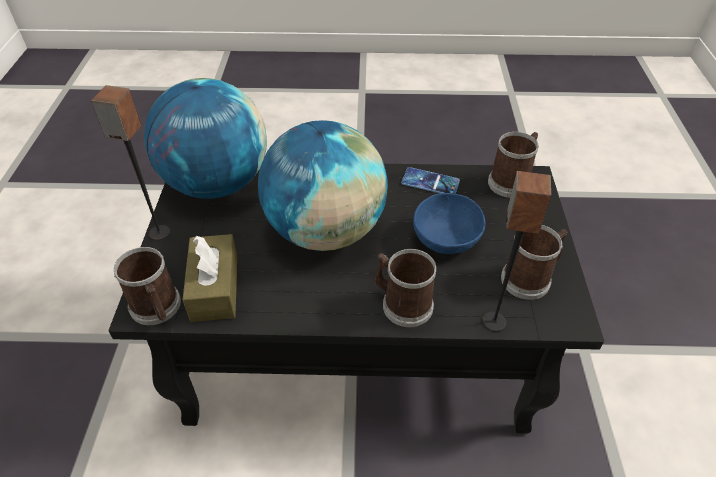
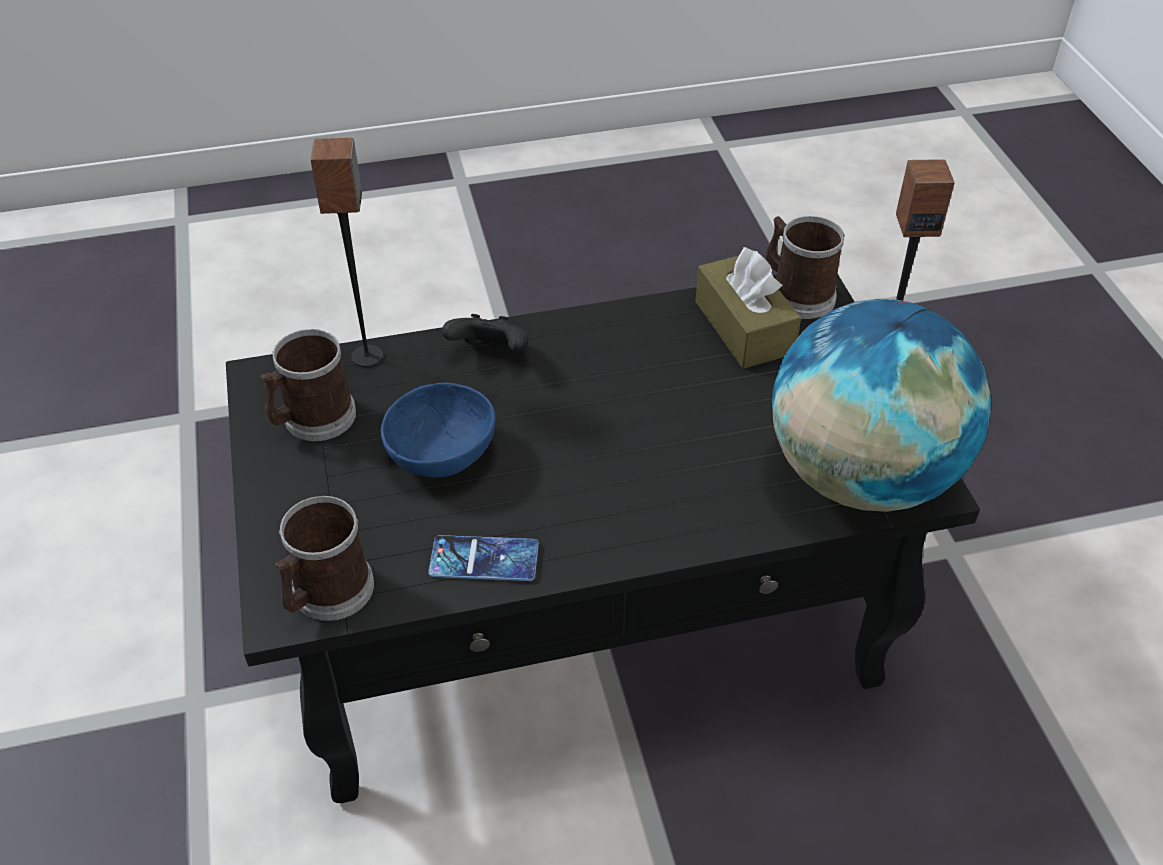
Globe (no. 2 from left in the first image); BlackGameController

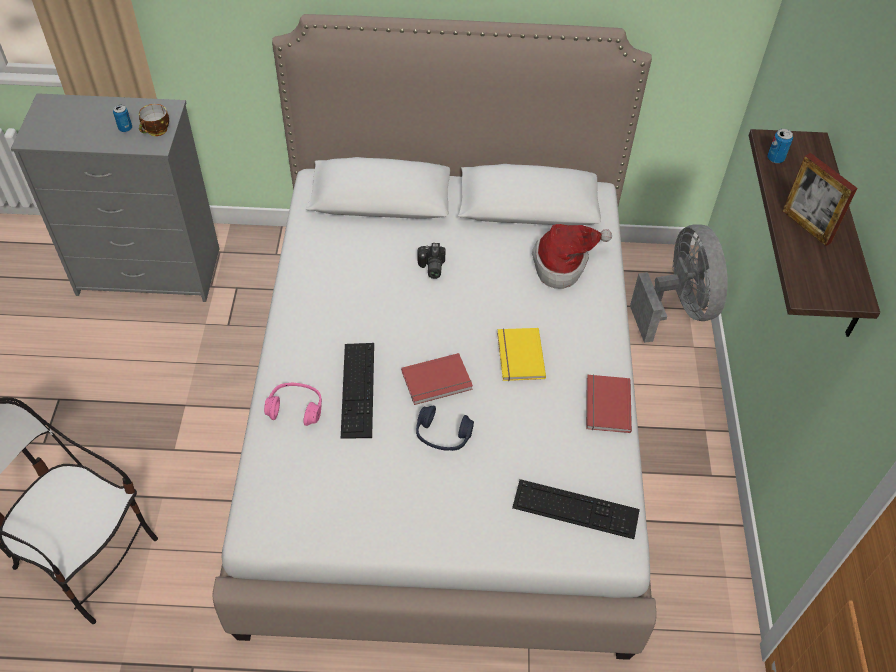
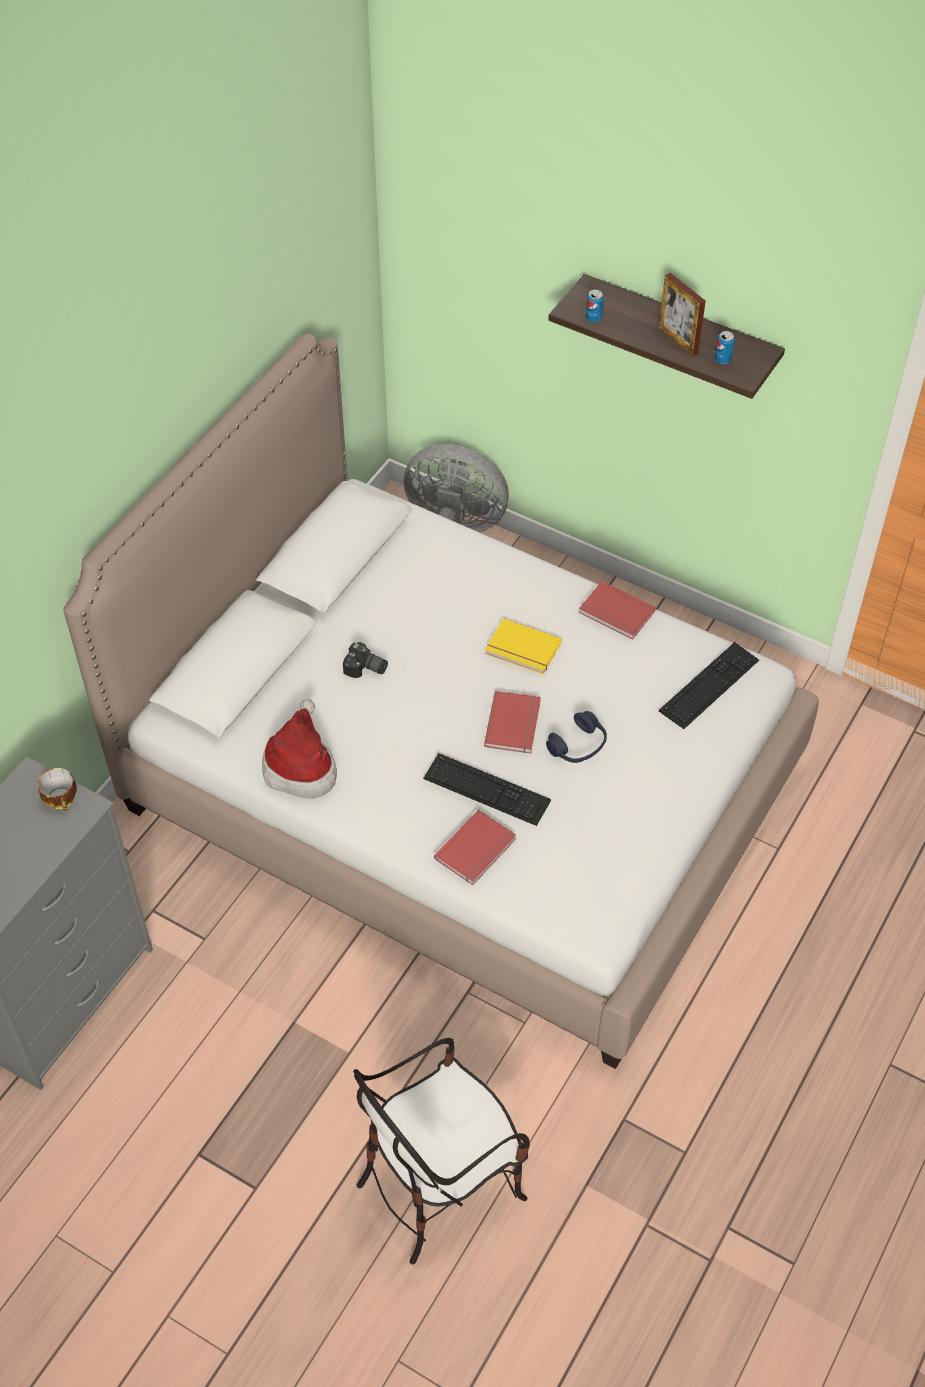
Can (no. 2 from left); PictureFrame; Hat; RedBook (no. 1 from left)

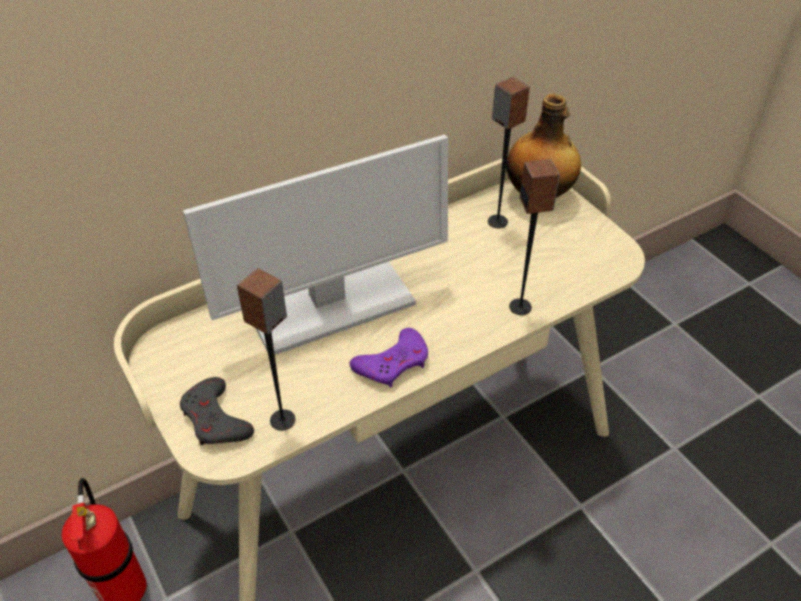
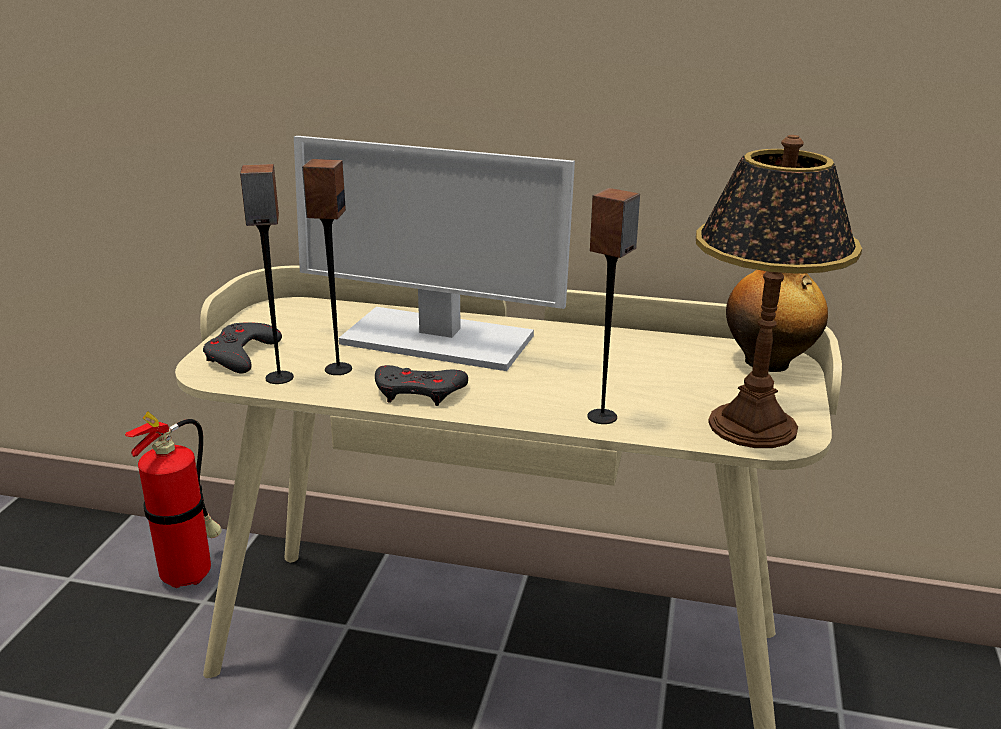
Speaker (no. 2 from left); GreyGameController (no. 2 from left); TableLamp

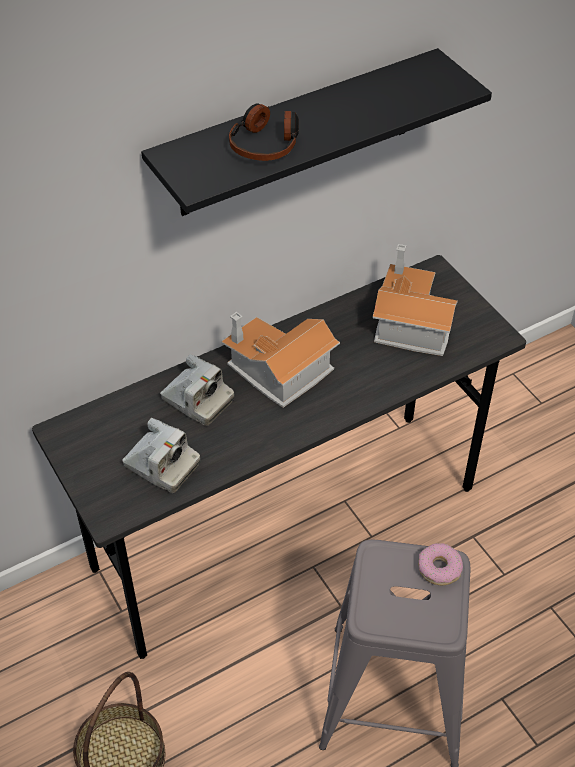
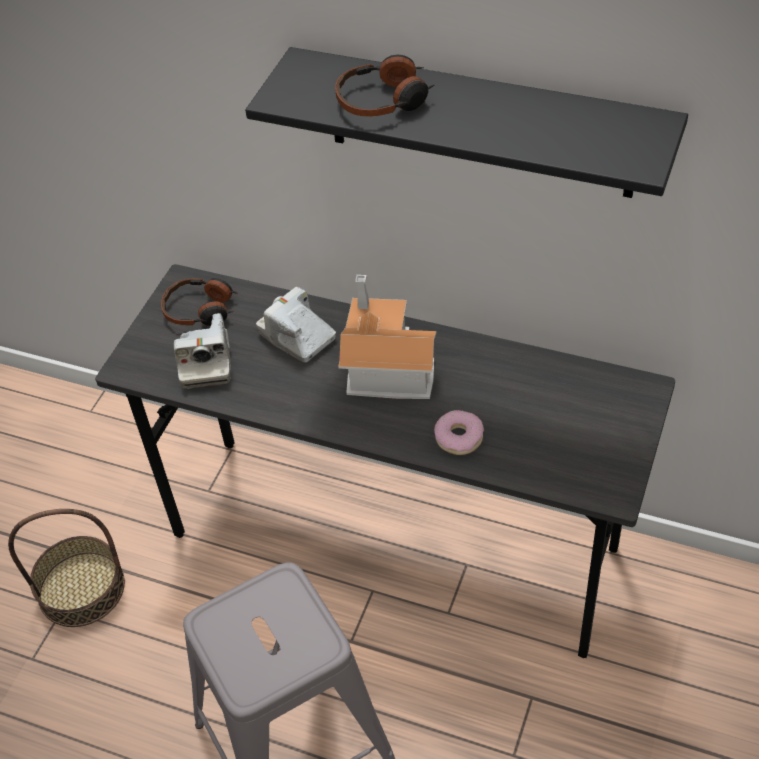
ToyHouse (no. 2 from left in the first image); PhotoCamera (no. 2 from left); Donut; Headphones (no. 1 from left)

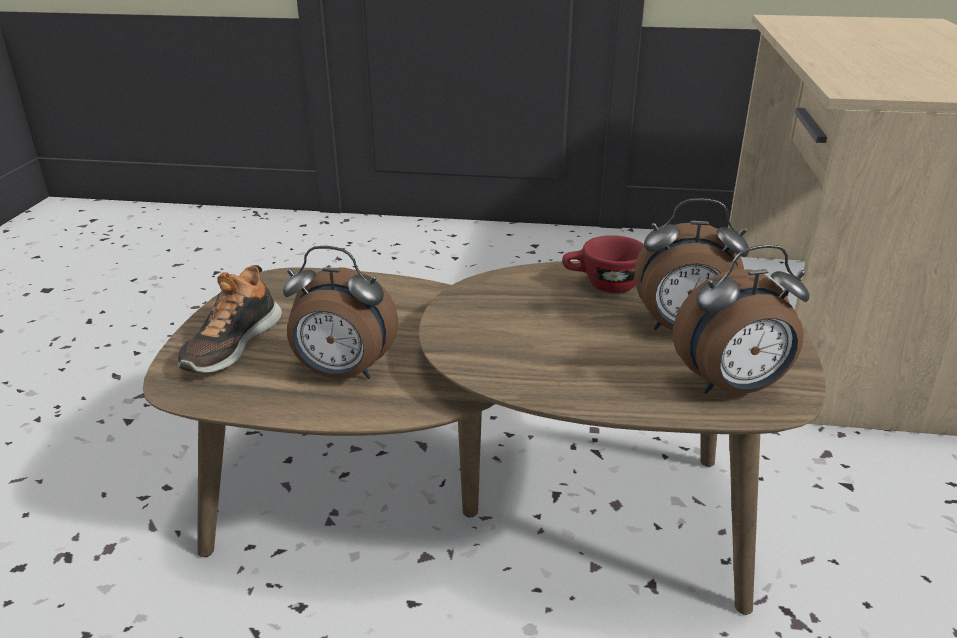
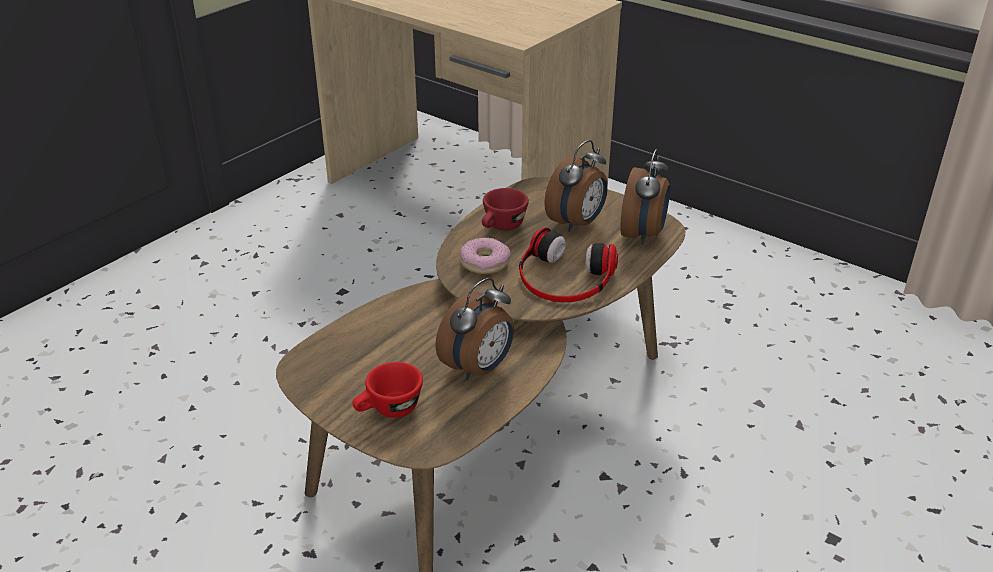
RedCup (no. 1 from left); Headphones; Donut

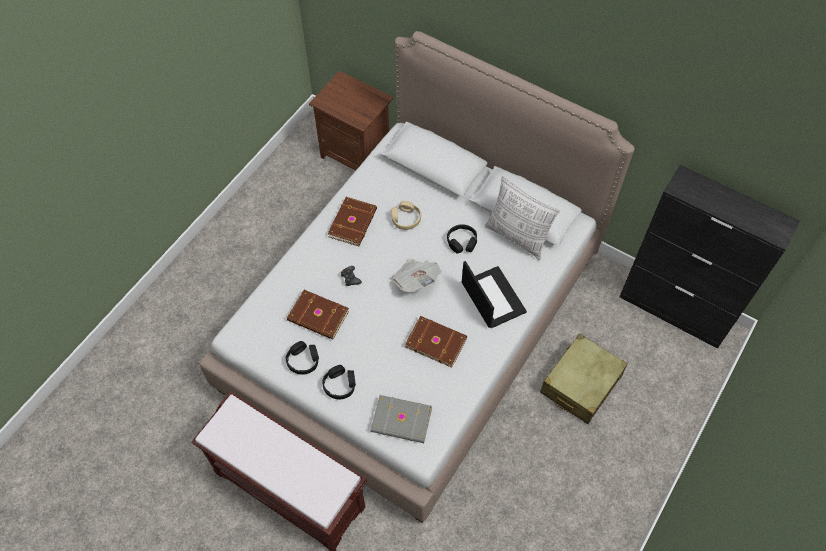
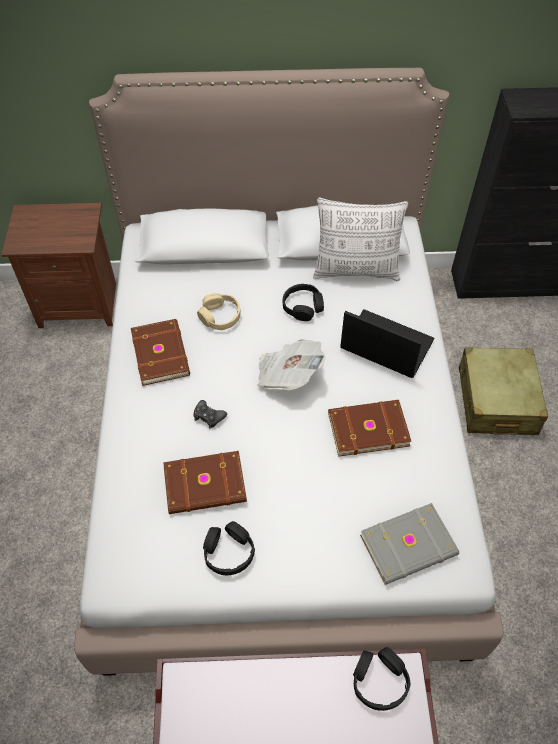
BlackHeadphones (no. 3 from left)

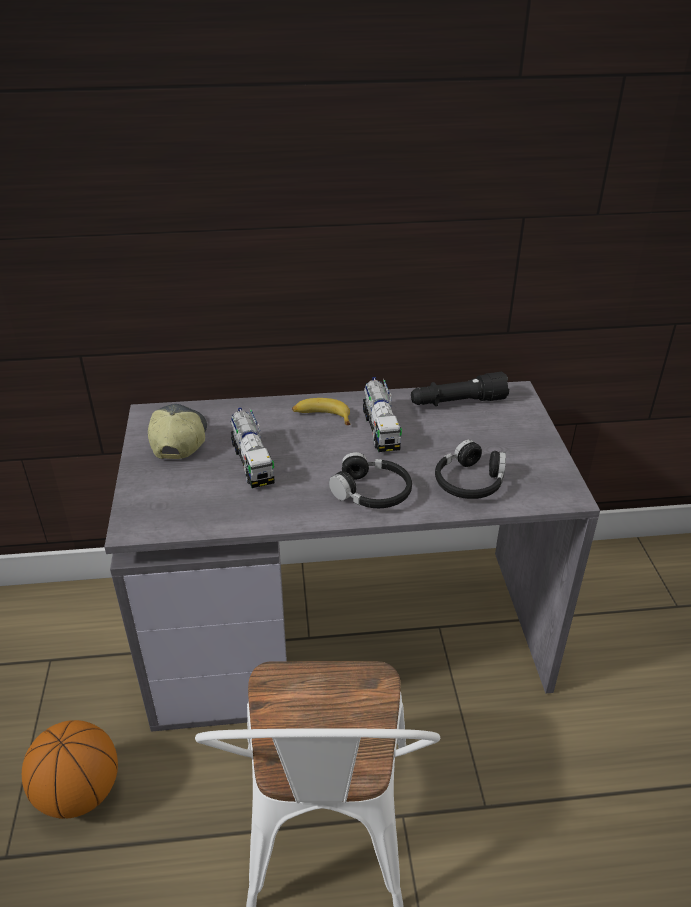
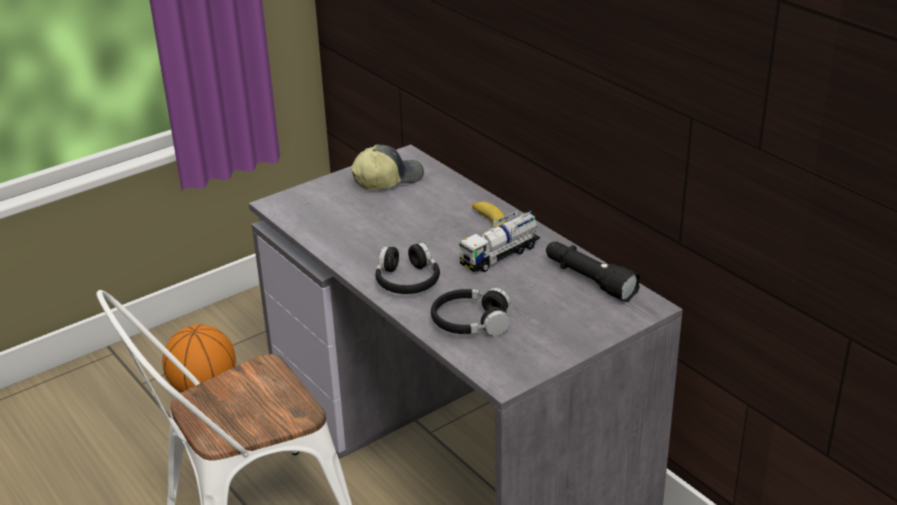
ToyTruck (no. 1 from left in the first image)

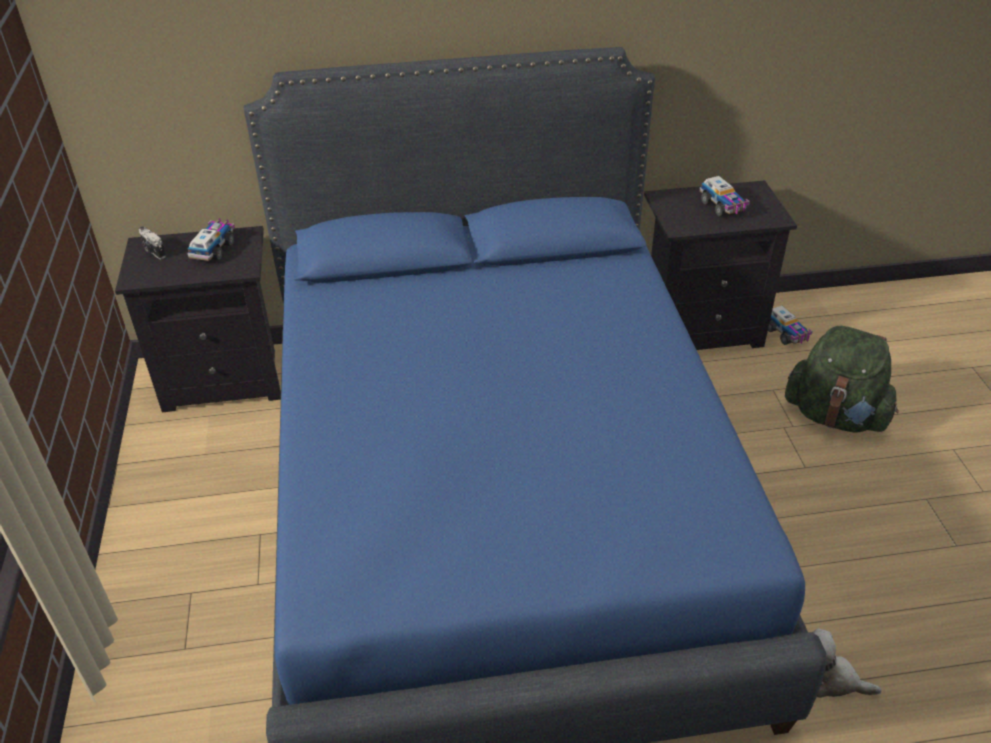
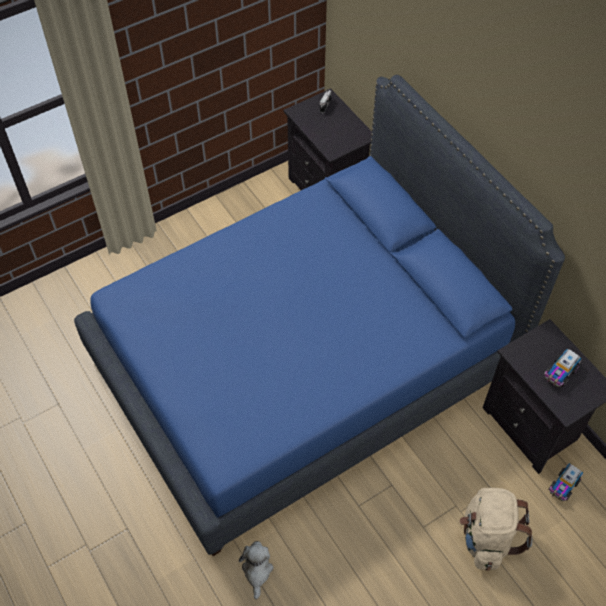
ToyTruck (no. 1 from left in the first image); BeigeBackpack

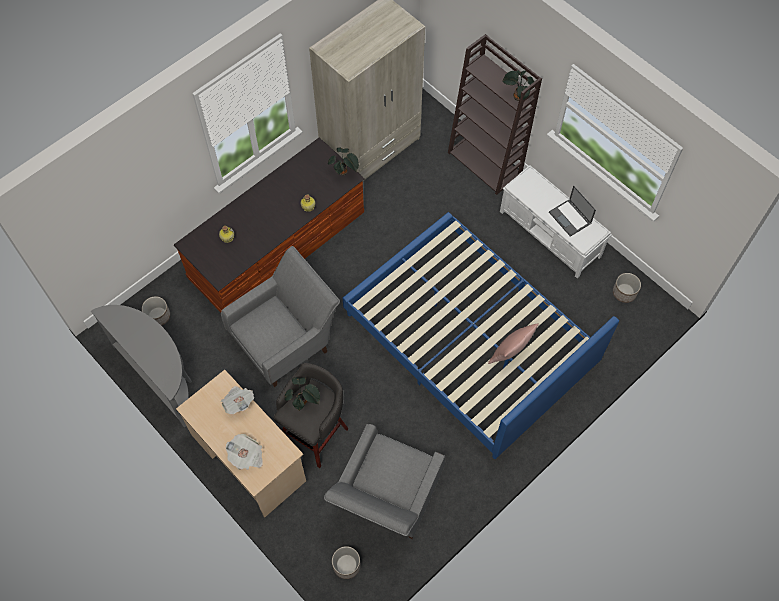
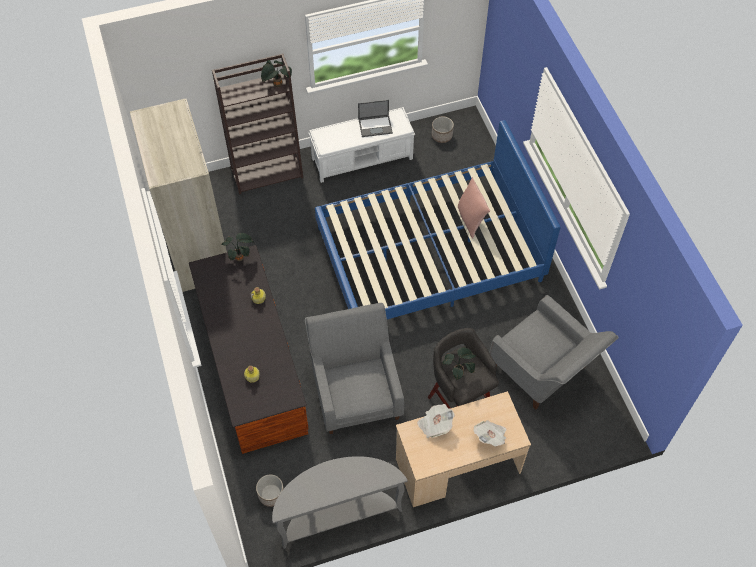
Planter (no. 2 from left in the first image)

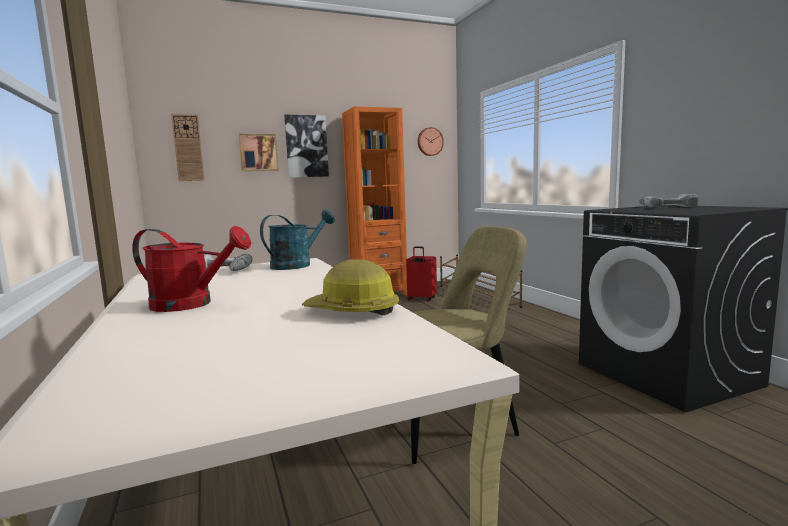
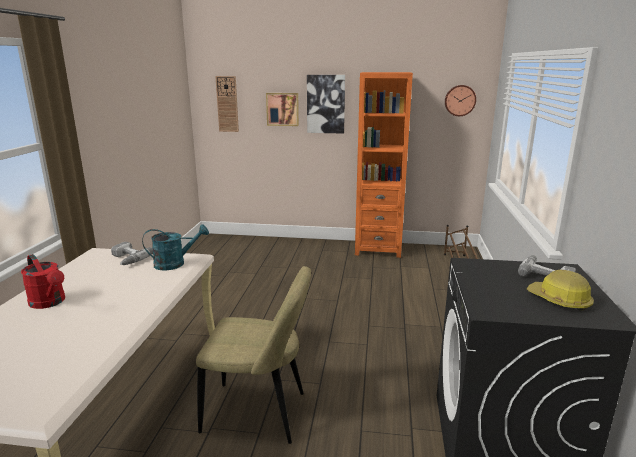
RedSuitcase; HardHat

